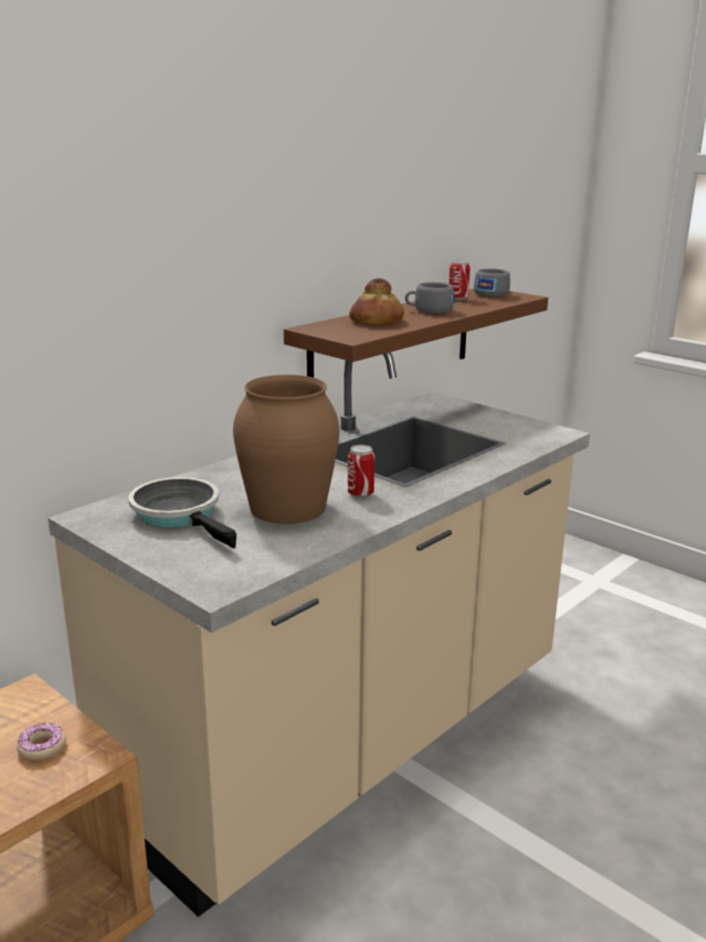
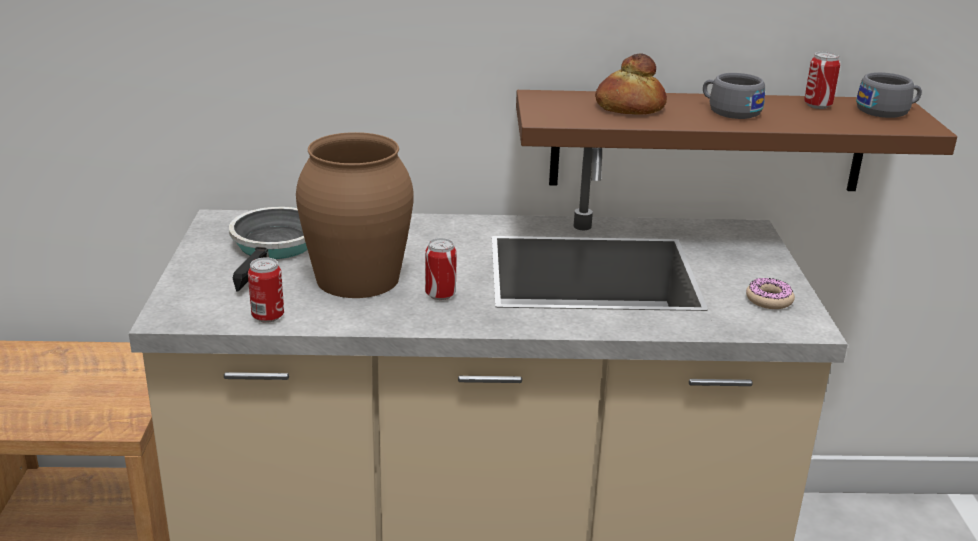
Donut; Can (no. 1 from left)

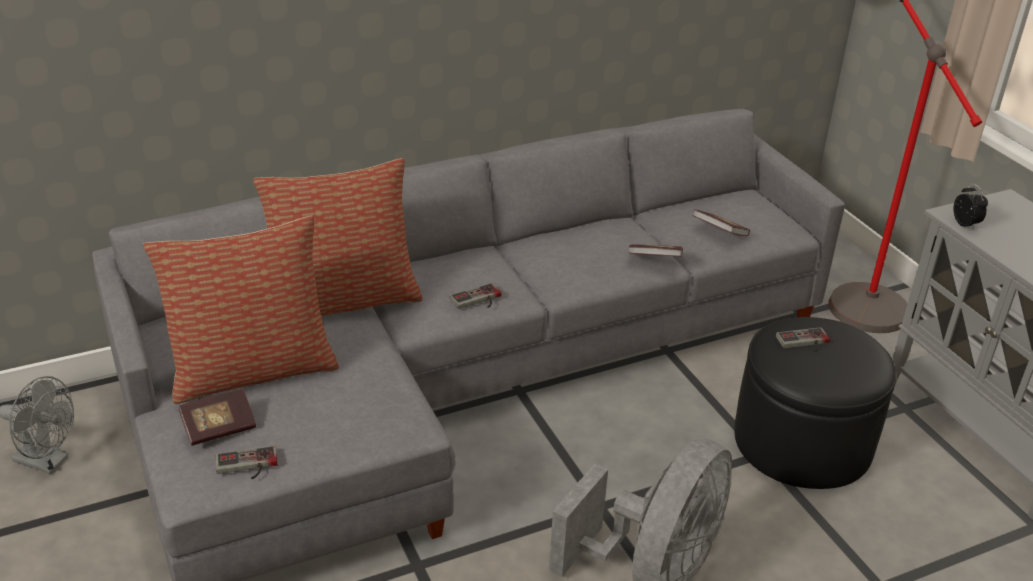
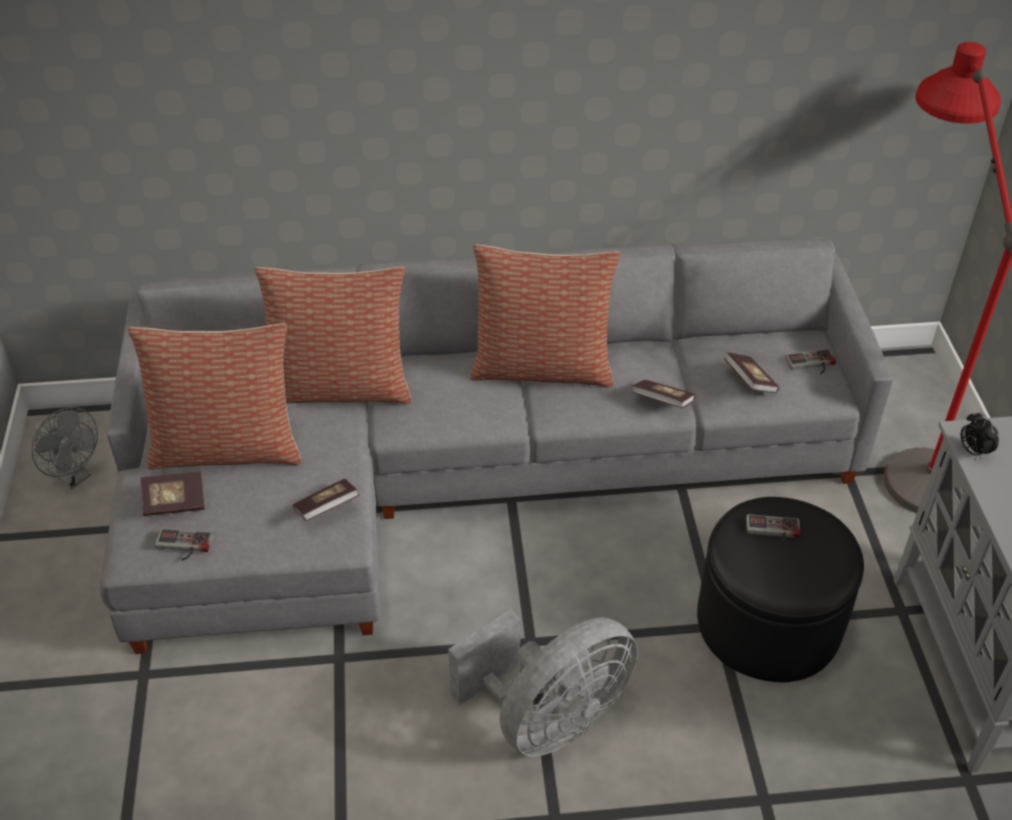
AlarmClock; GameController (no. 3 from left); Pillow (no. 3 from left); Book (no. 2 from left)

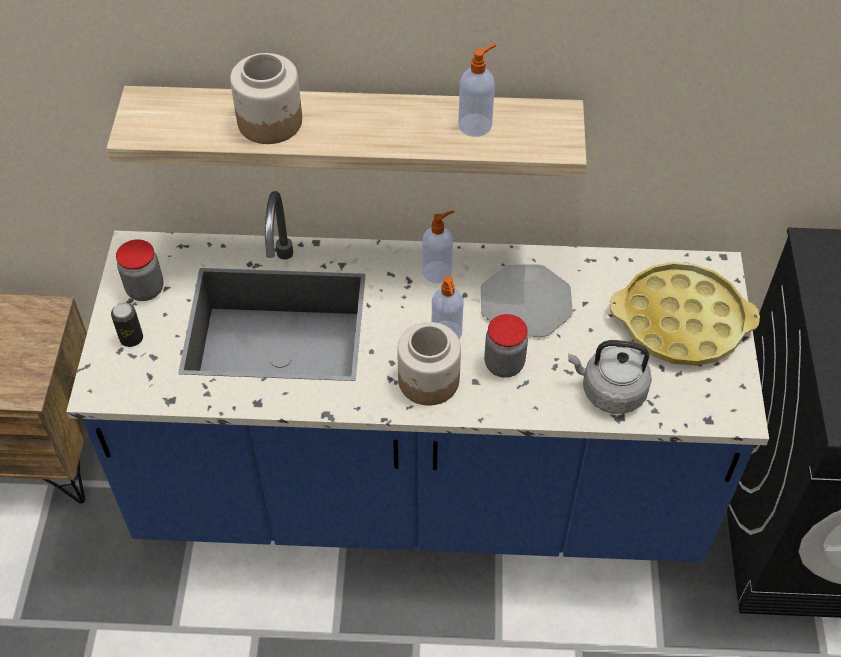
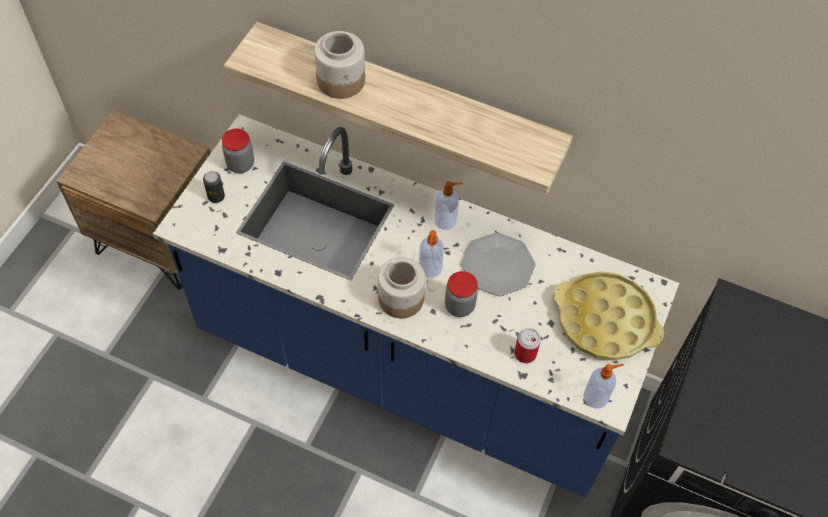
SoapDispenser (no. 3 from left); Can (no. 2 from left)

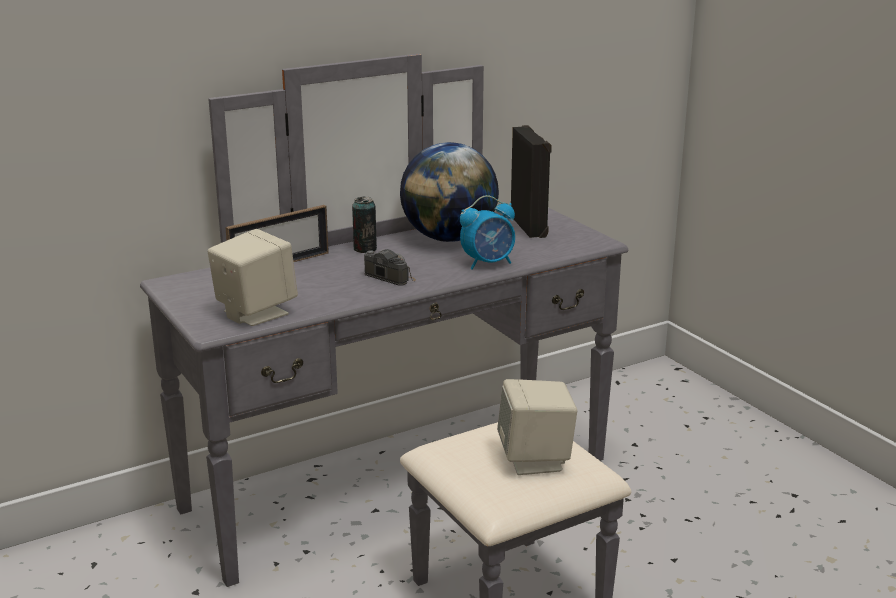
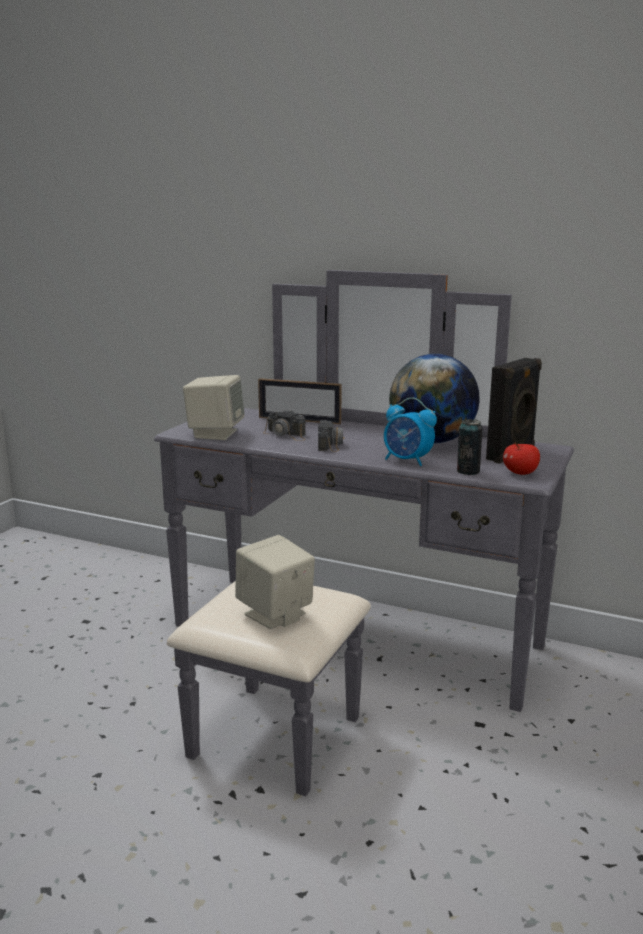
Can; PhotoCamera (no. 1 from left); Apple

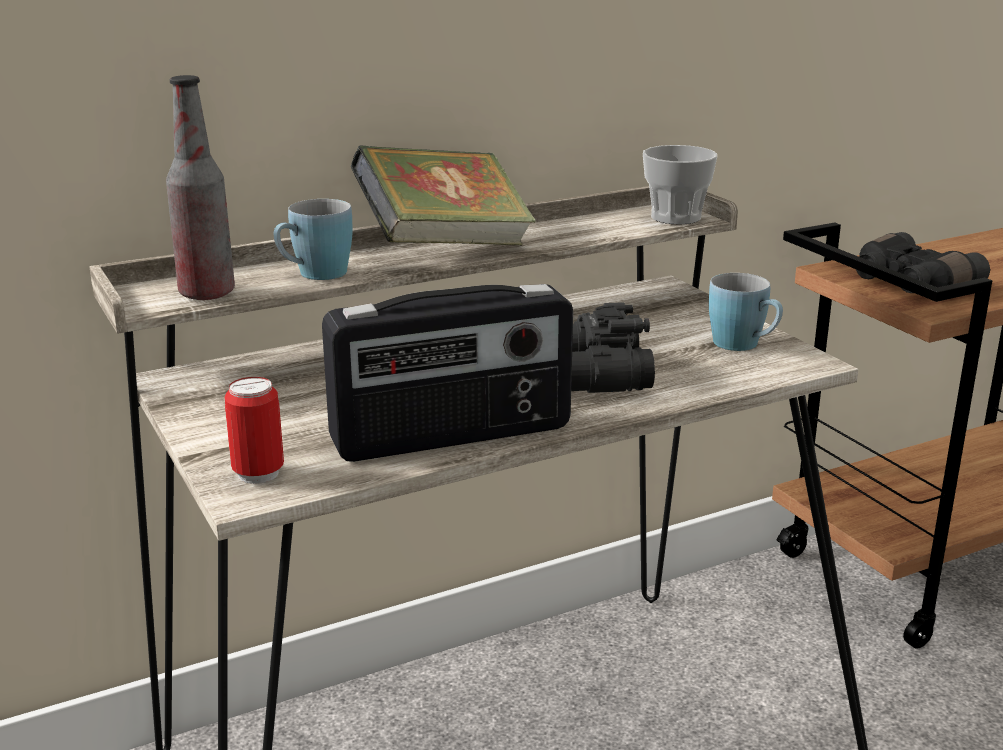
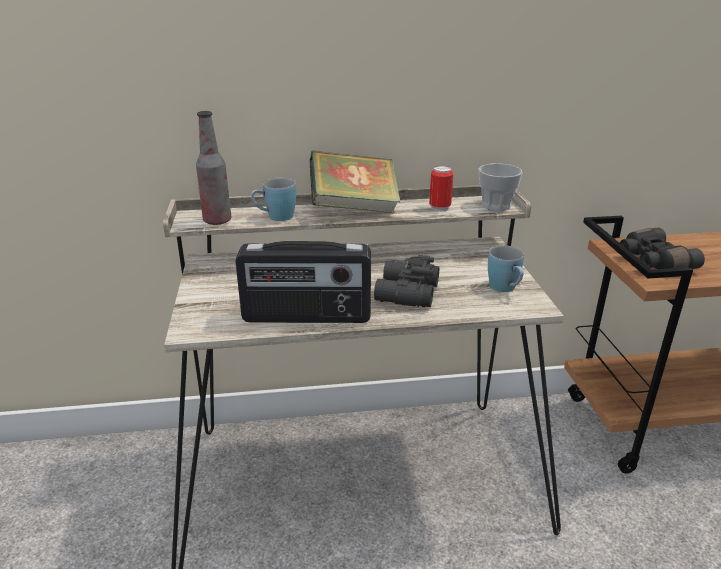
Can

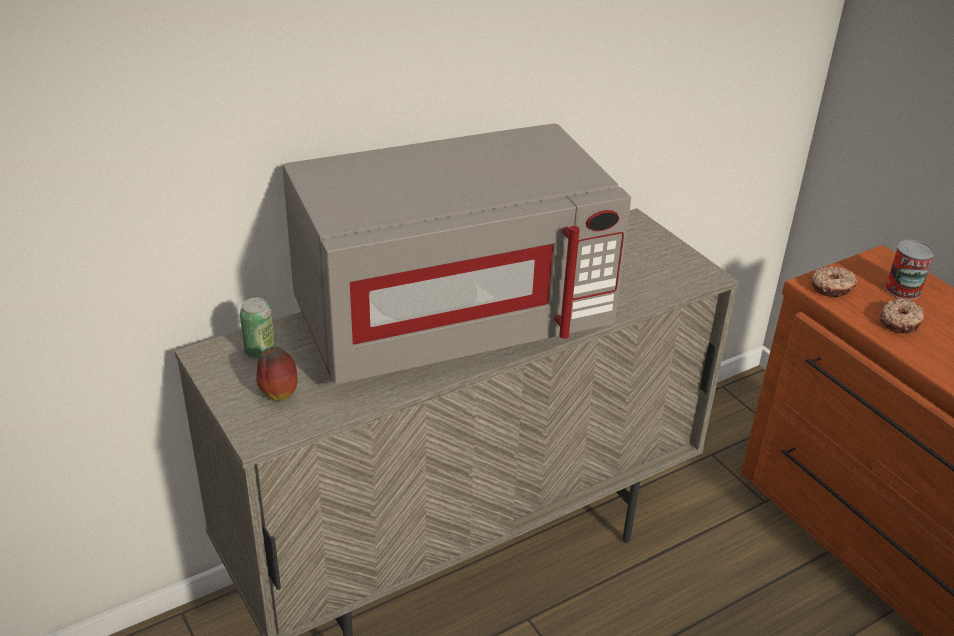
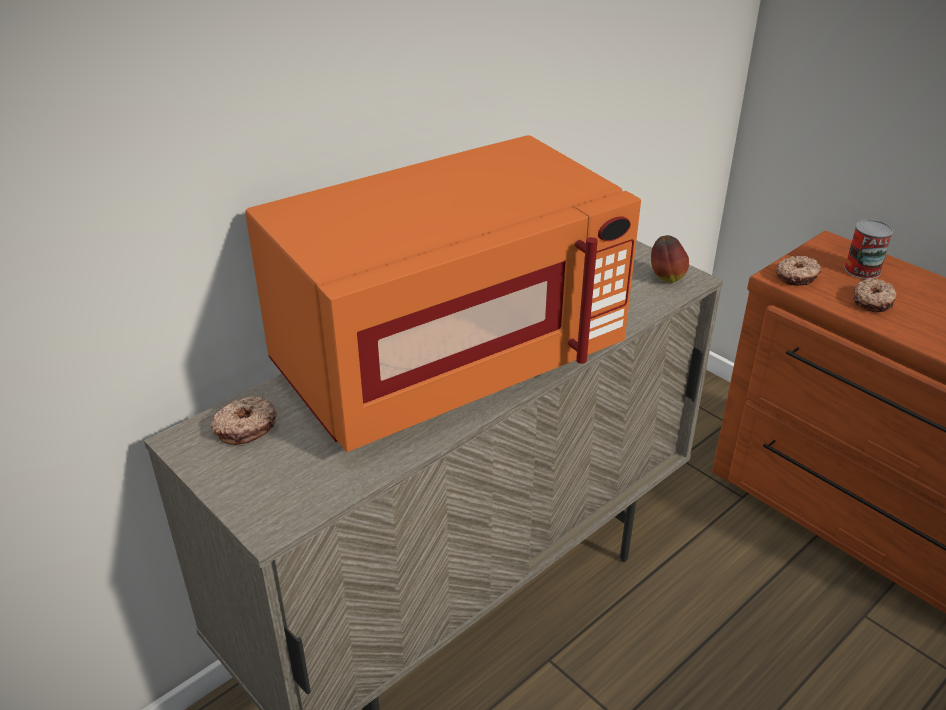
OrangeMicrowave; Donut (no. 1 from left); Apple

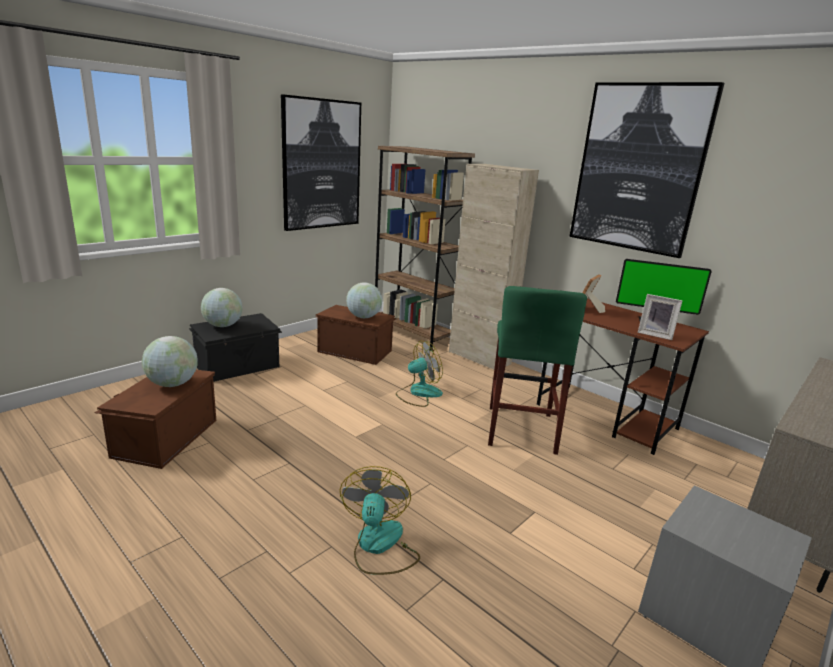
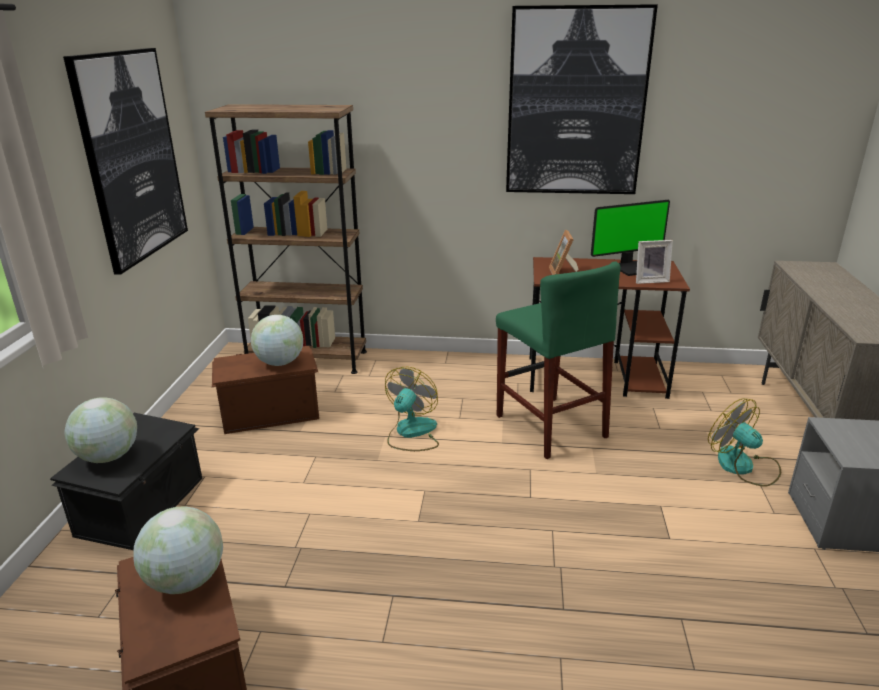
BeigeCabinet (no. 1 from left in the first image); Fan (no. 2 from left)

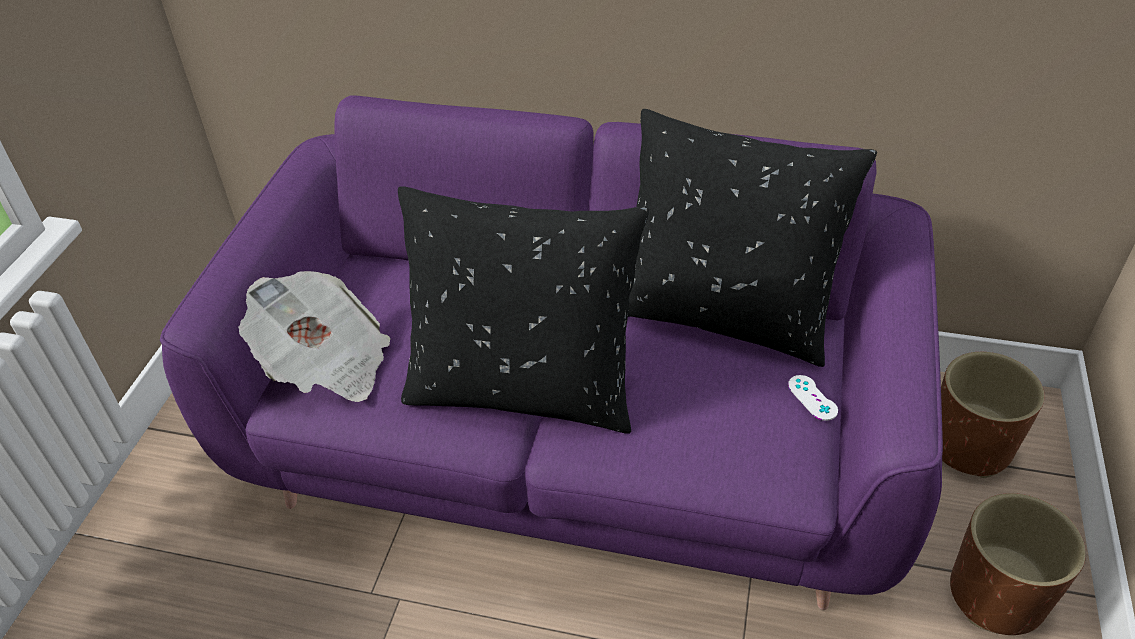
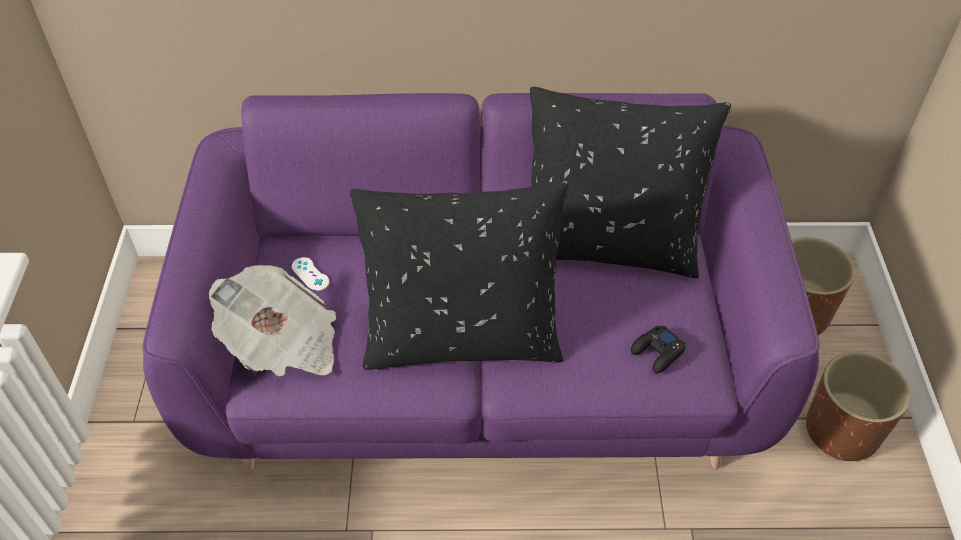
WhiteGameController; BlackGameController

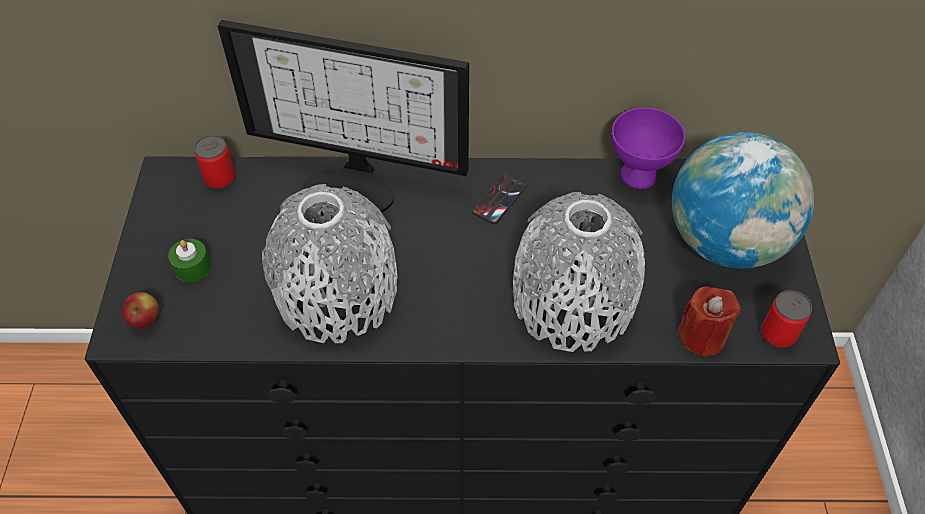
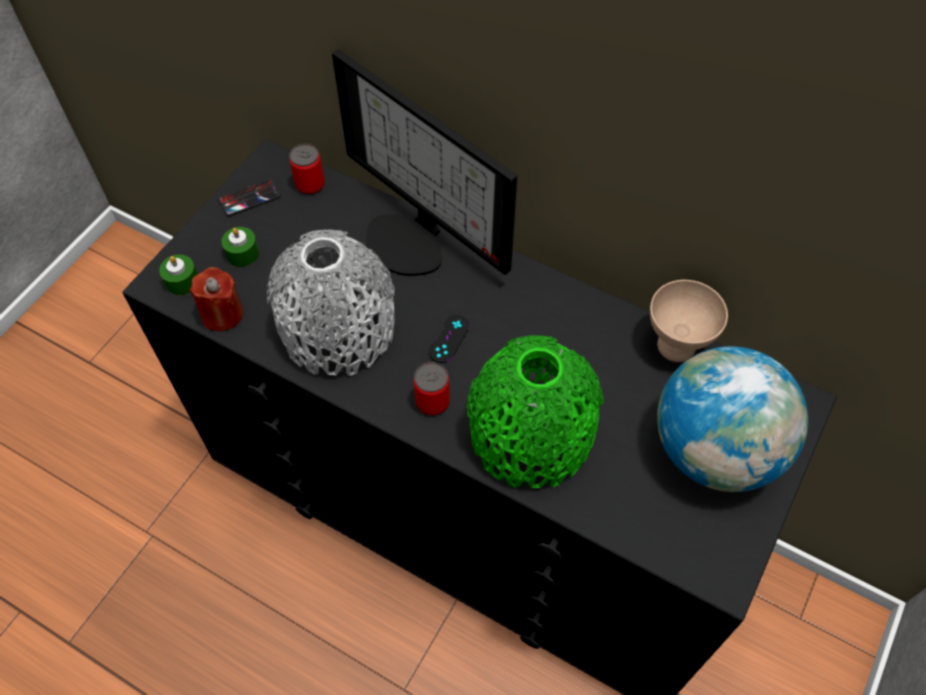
BeigeBowl; Phone; GreenVase; RedCandle; Can (no. 2 from left); GreenCandle (no. 1 from left); BlackGameController

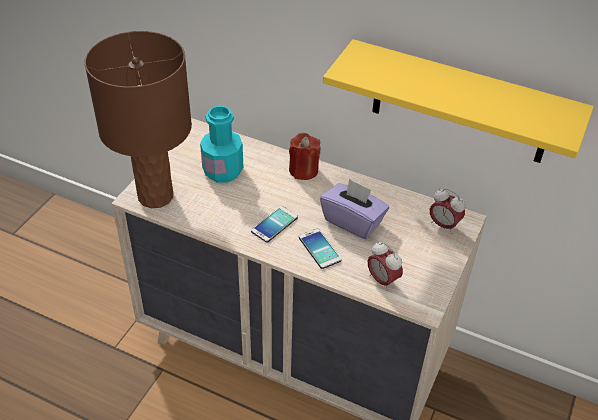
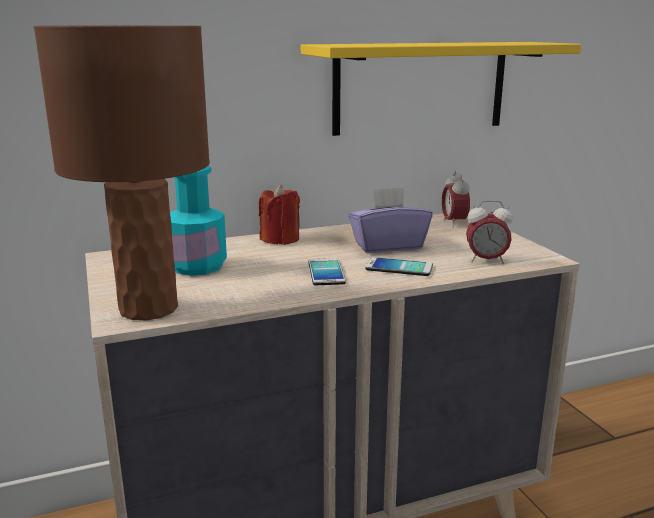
AlarmClock (no. 1 from left)

